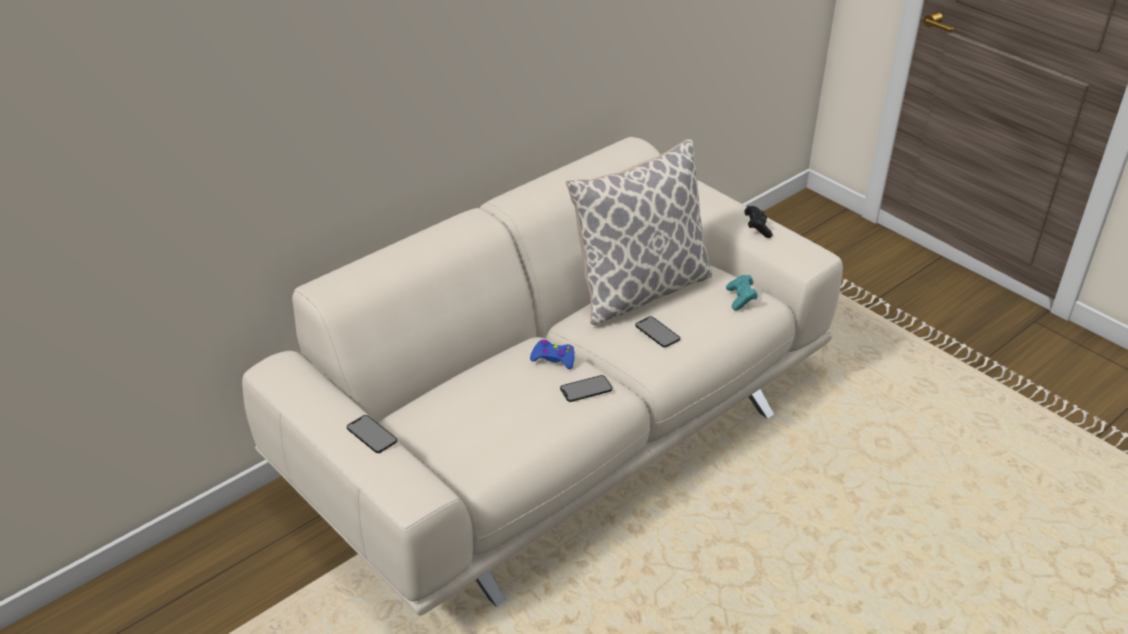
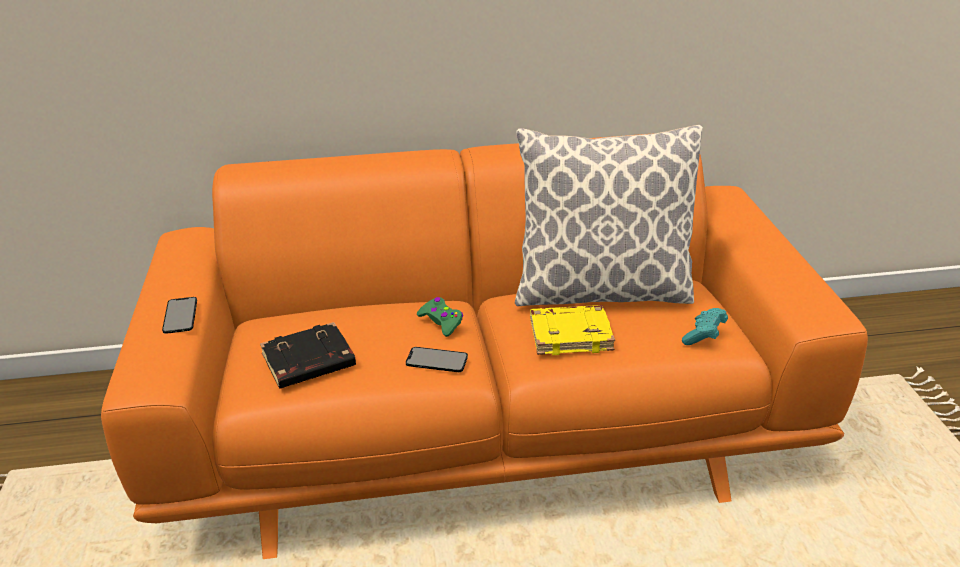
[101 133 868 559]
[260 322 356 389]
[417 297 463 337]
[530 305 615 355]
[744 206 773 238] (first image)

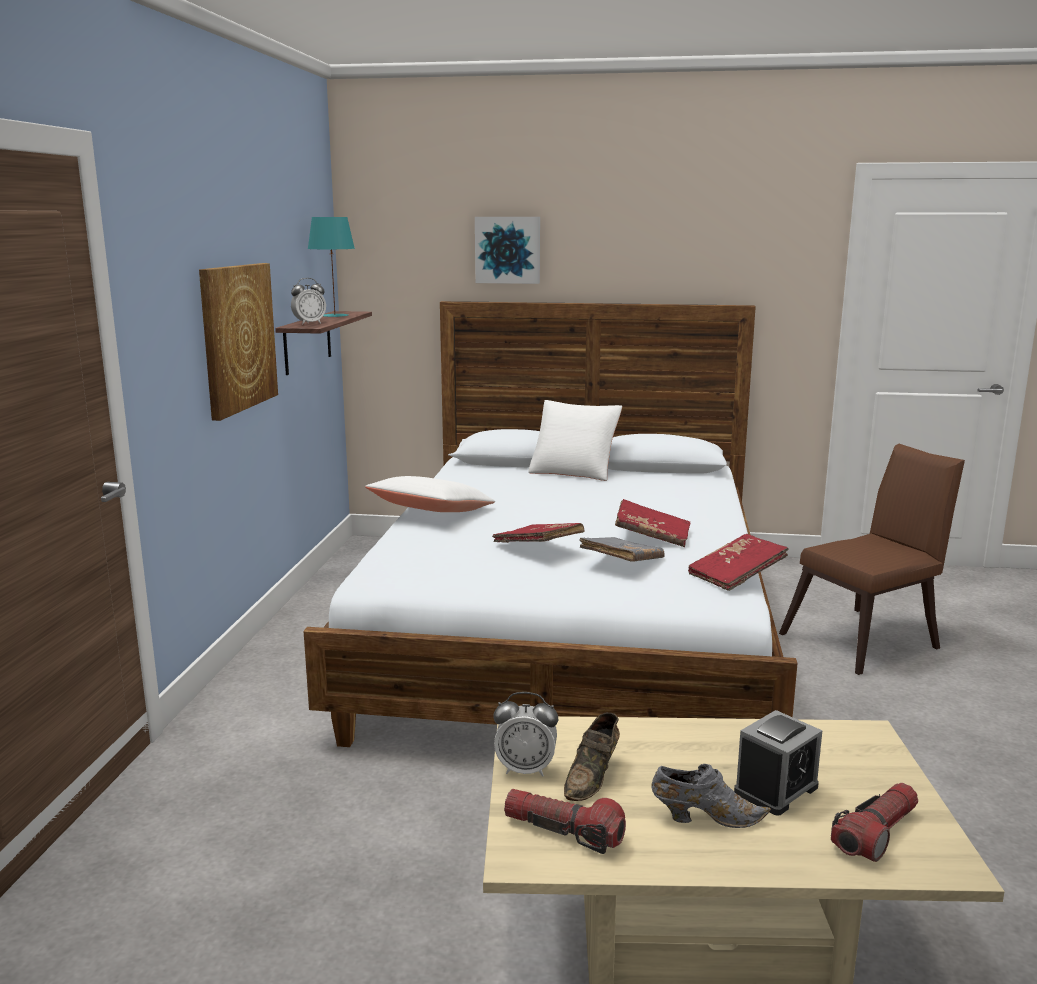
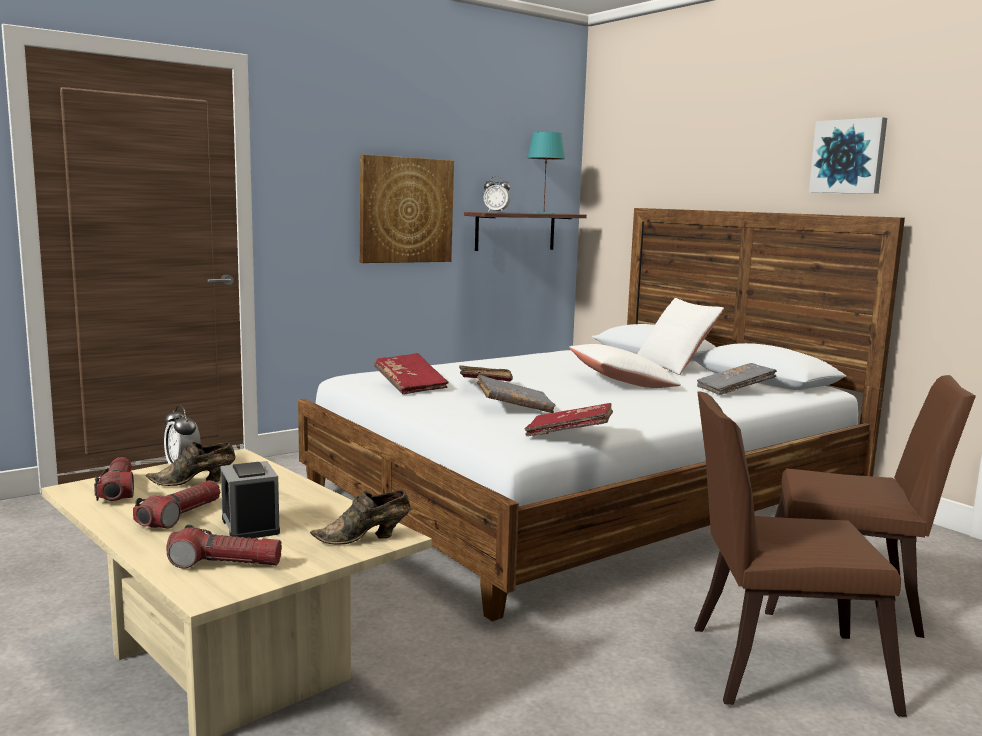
[133 480 220 529]
[221 461 280 538]
[310 490 410 544]
[374 353 449 395]
[569 344 681 388]
[694 392 907 717]
[697 363 777 395]
[809 117 887 194]

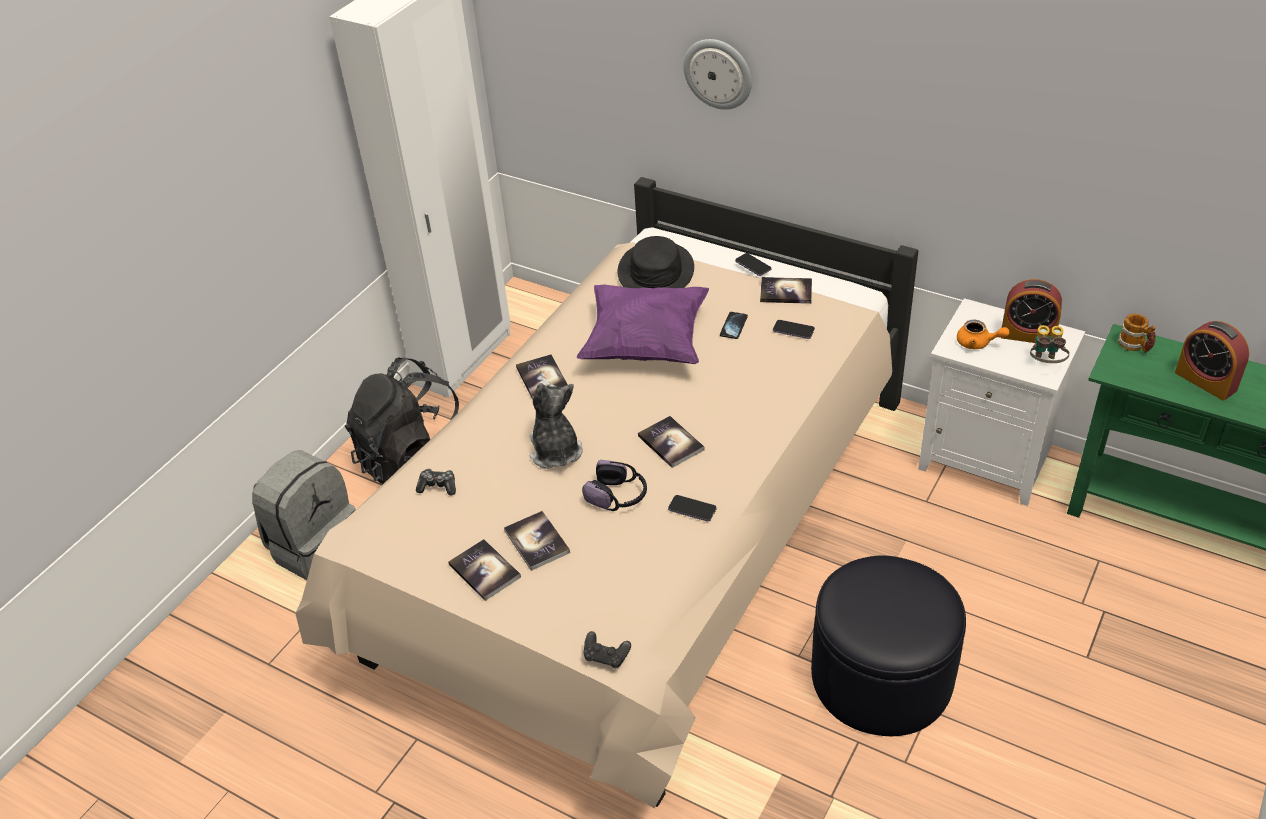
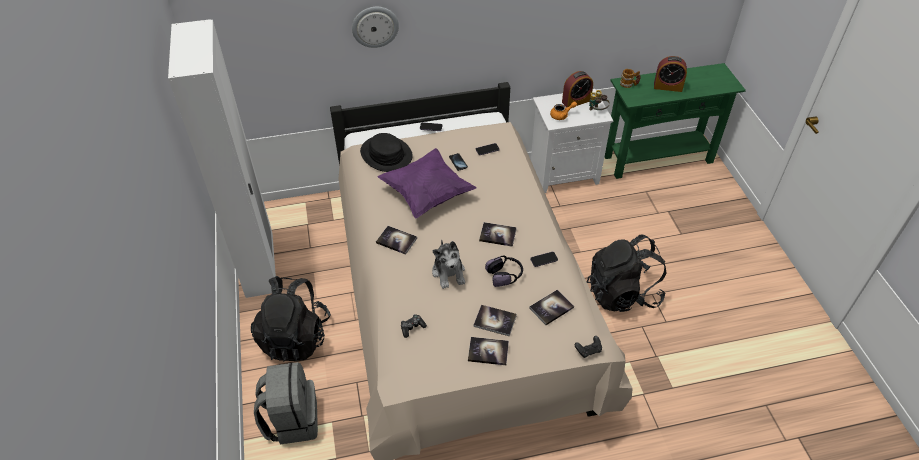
[432 240 465 289]
[529 290 574 325]
[587 235 666 312]

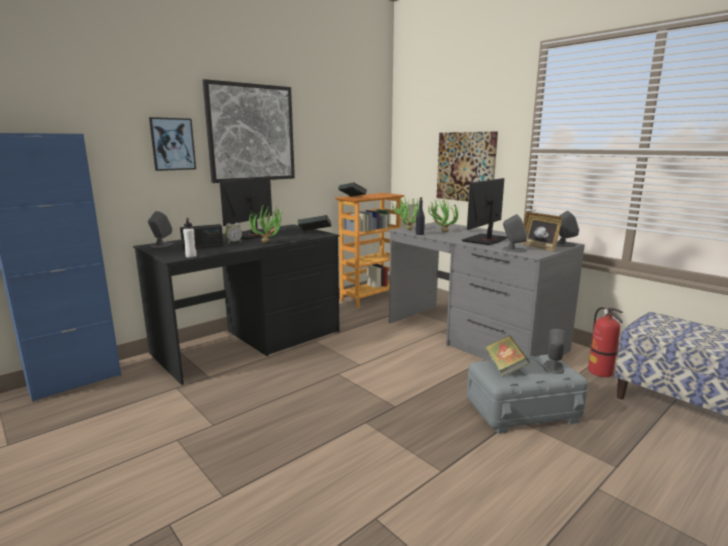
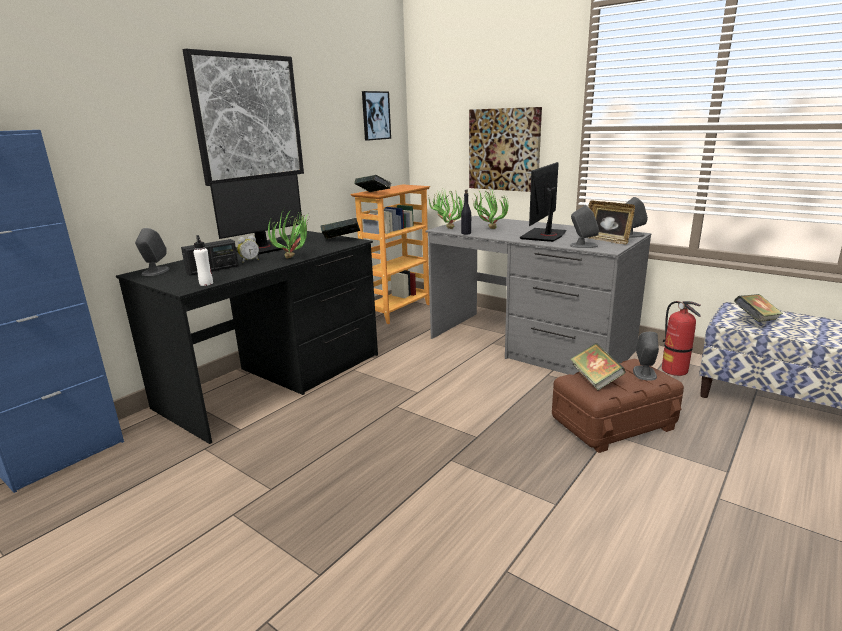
[210 173 302 255]
[362 91 391 141]
[552 359 684 453]
[734 294 783 322]

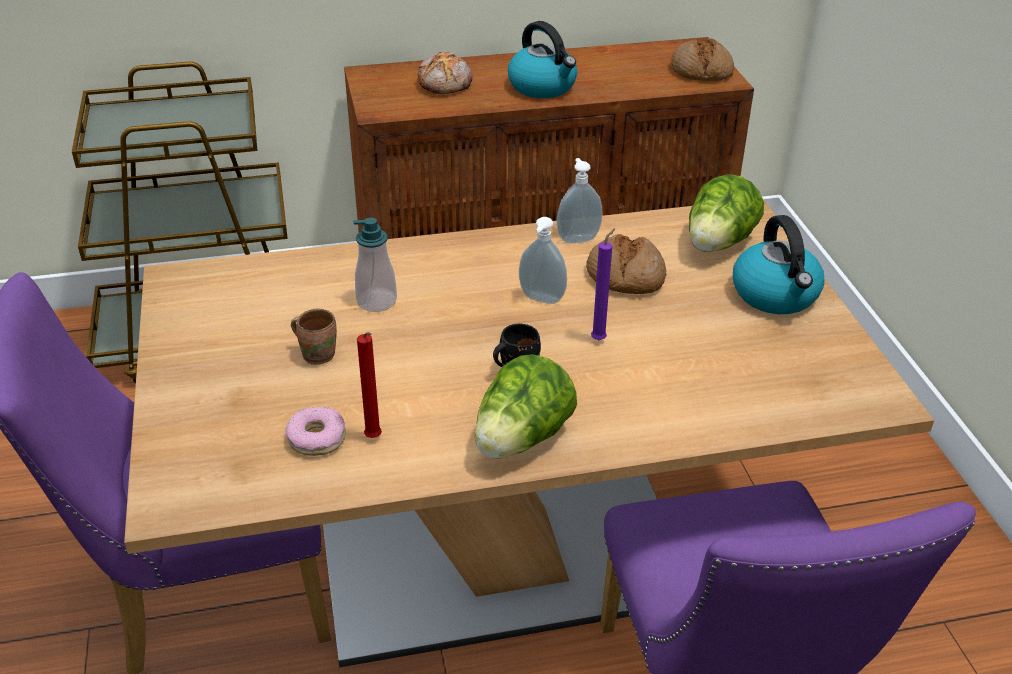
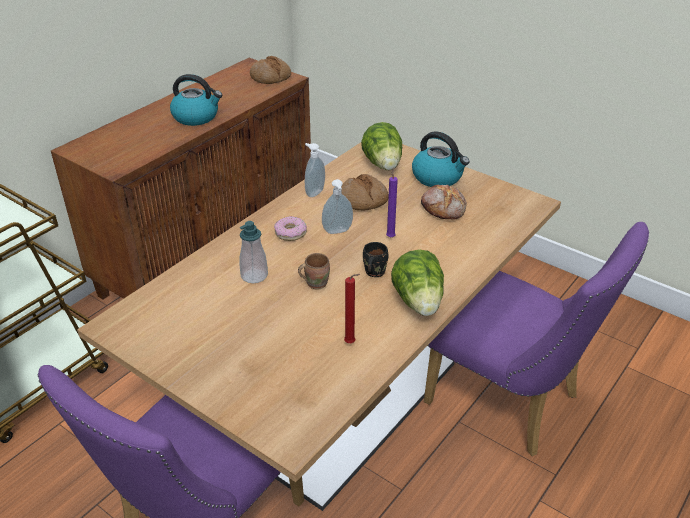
[274 216 307 241]
[298 253 330 290]
[421 185 467 219]

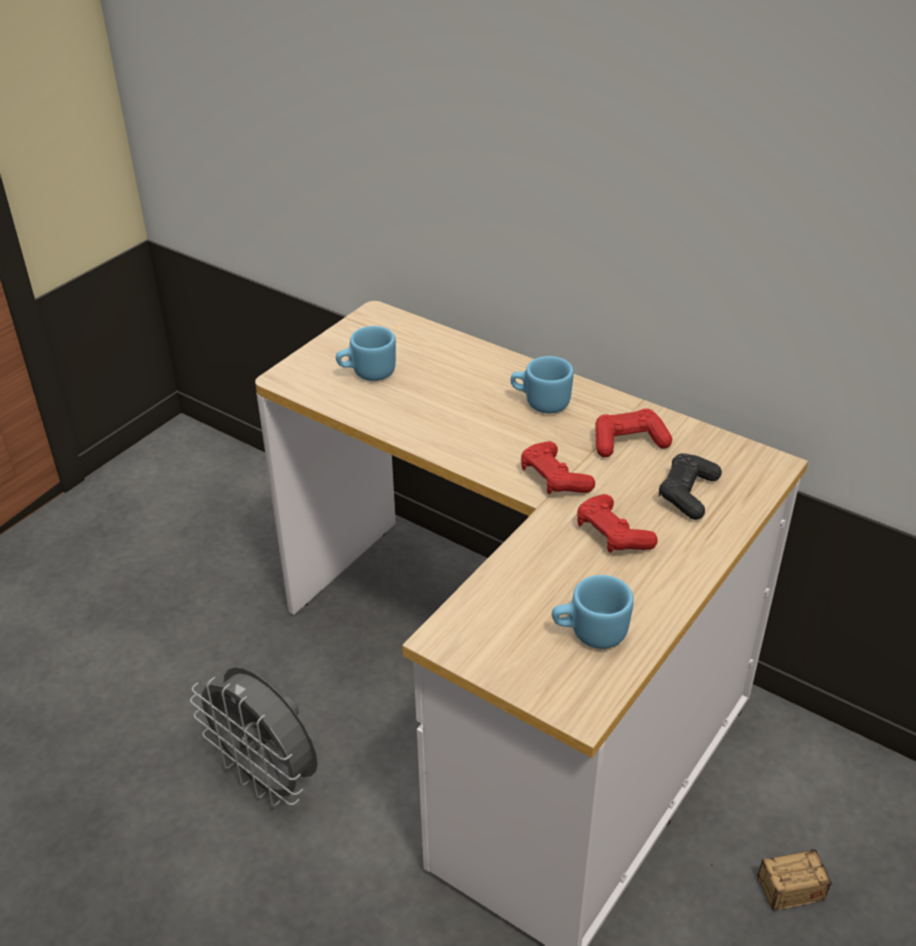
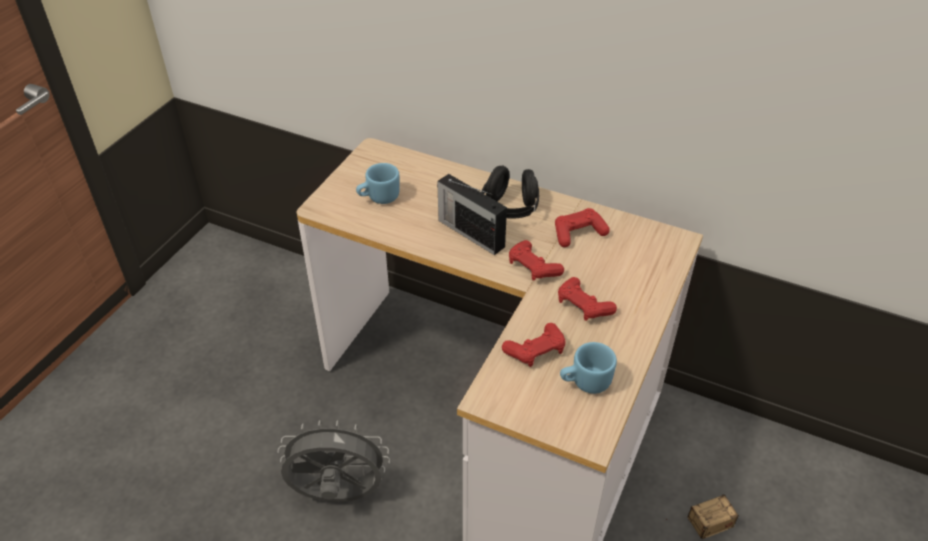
[277 420 390 502]
[437 174 507 255]
[481 165 539 218]
[502 323 566 367]
[659 453 722 520] (first image)

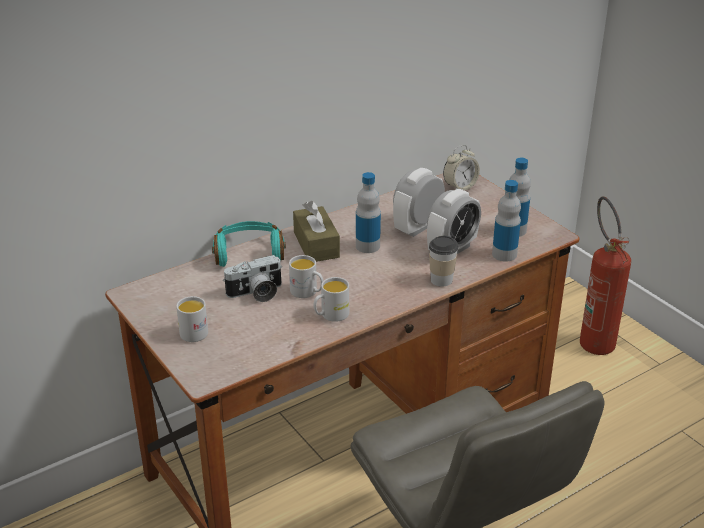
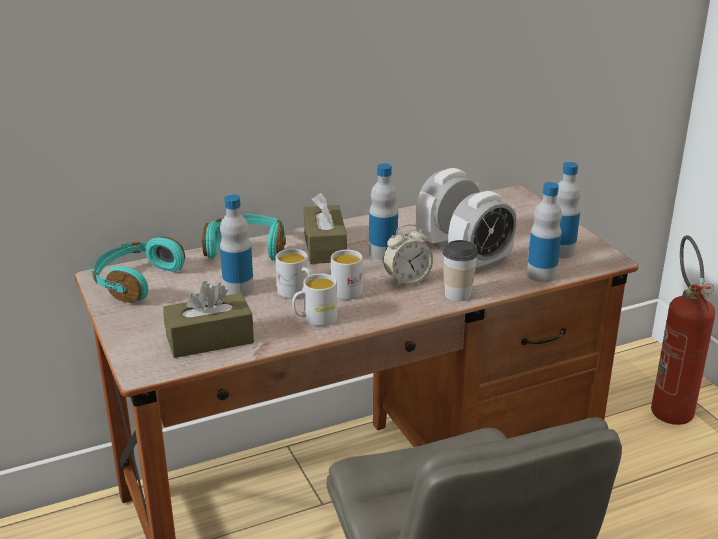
[90 237 185 303]
[163 281 254 358]
[220 195 254 296]
[331 250 363 300]
[383 224 433 287]

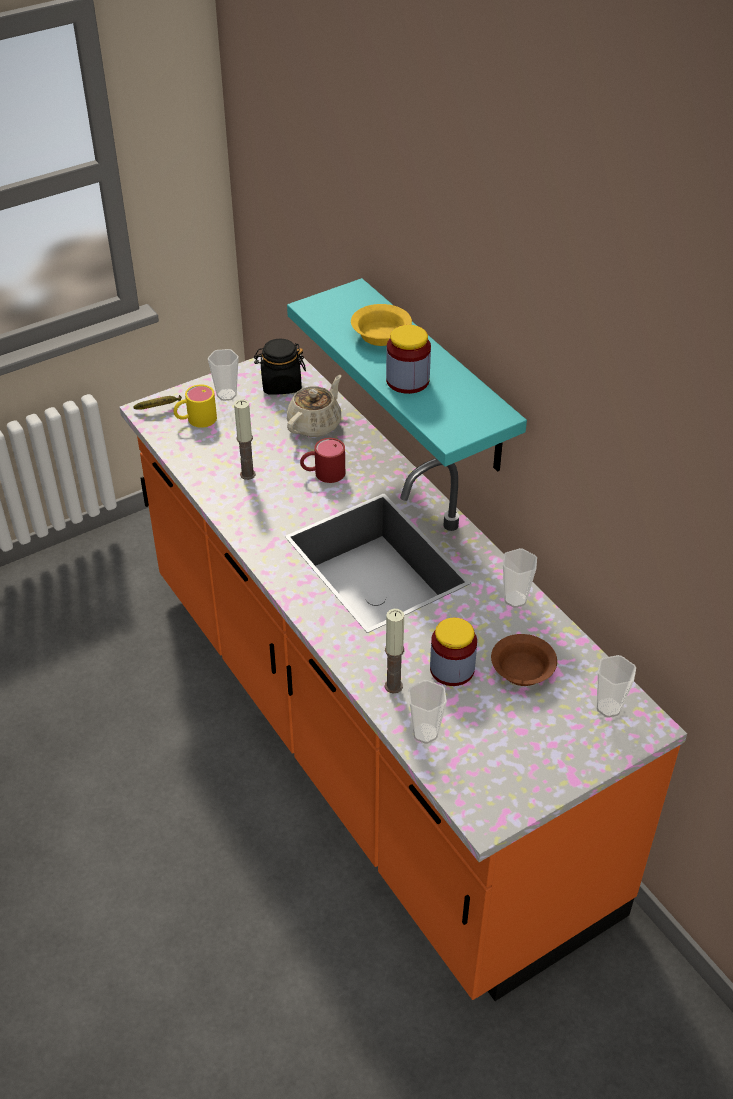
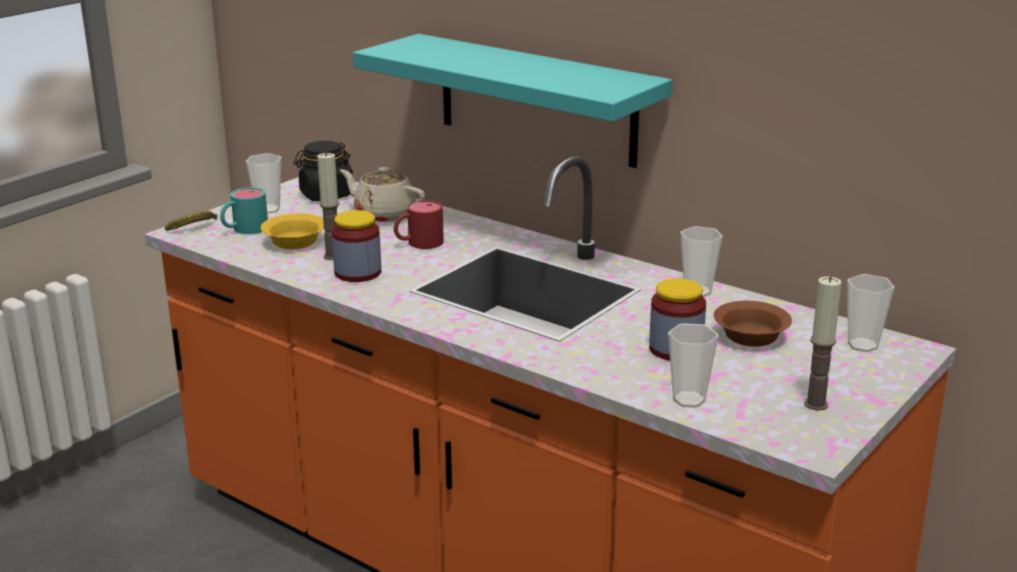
[220 187 268 234]
[261 213 324 249]
[332 210 381 282]
[340 167 425 222]
[804 276 842 410]

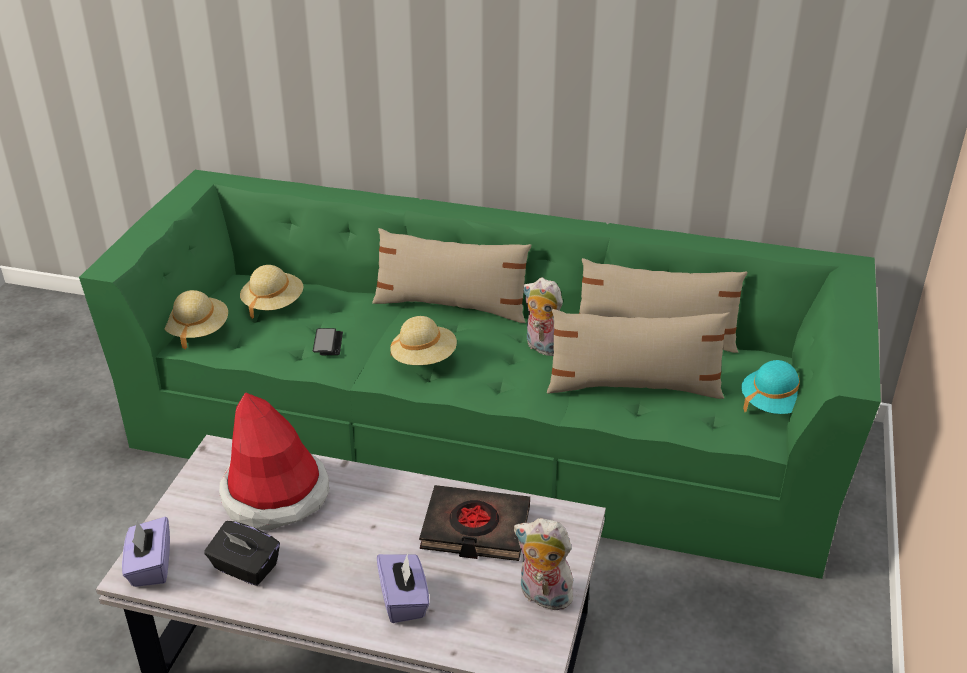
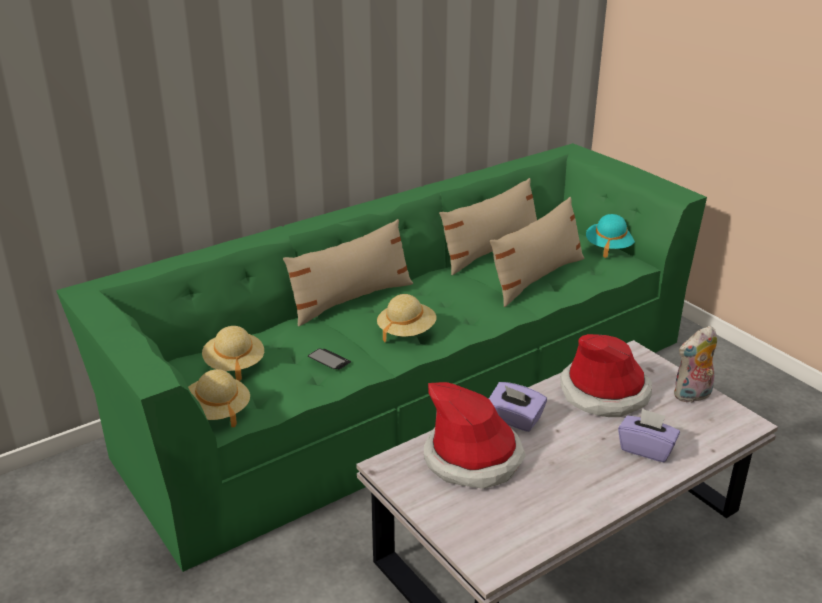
[489 382 547 432]
[560 334 652 417]
[204 521 280 586] (first image)
[523 278 563 356] (first image)

